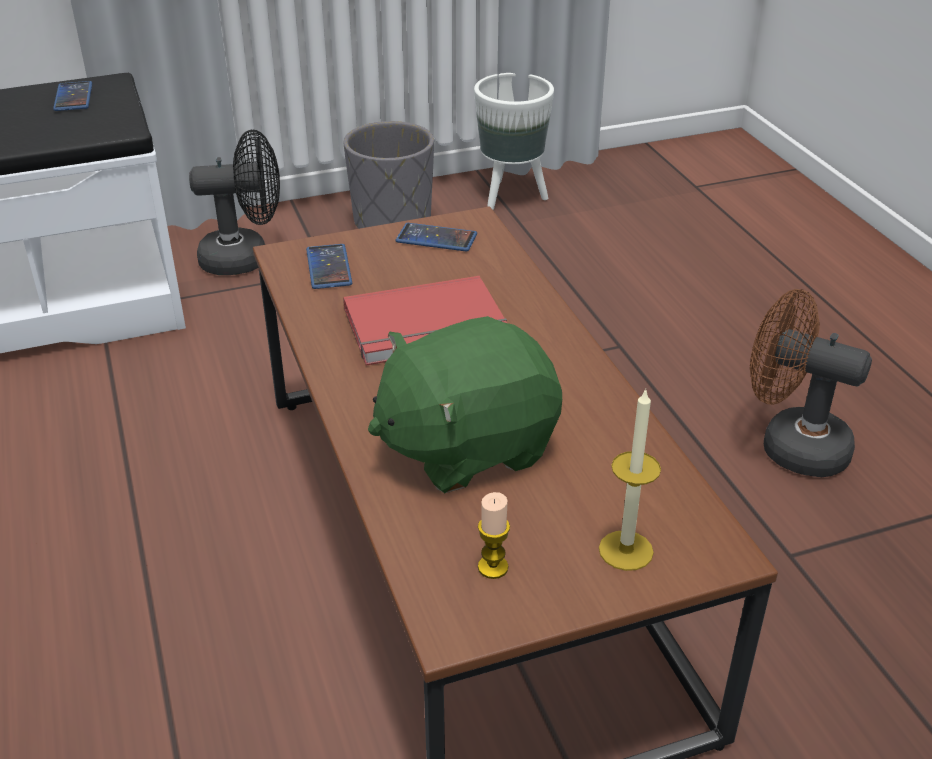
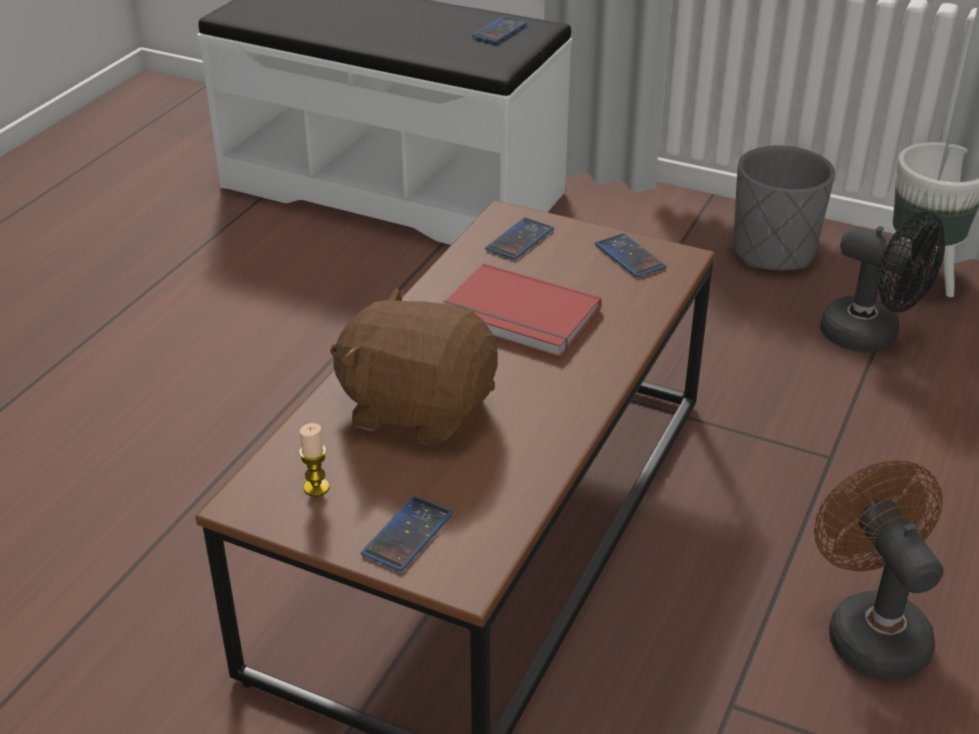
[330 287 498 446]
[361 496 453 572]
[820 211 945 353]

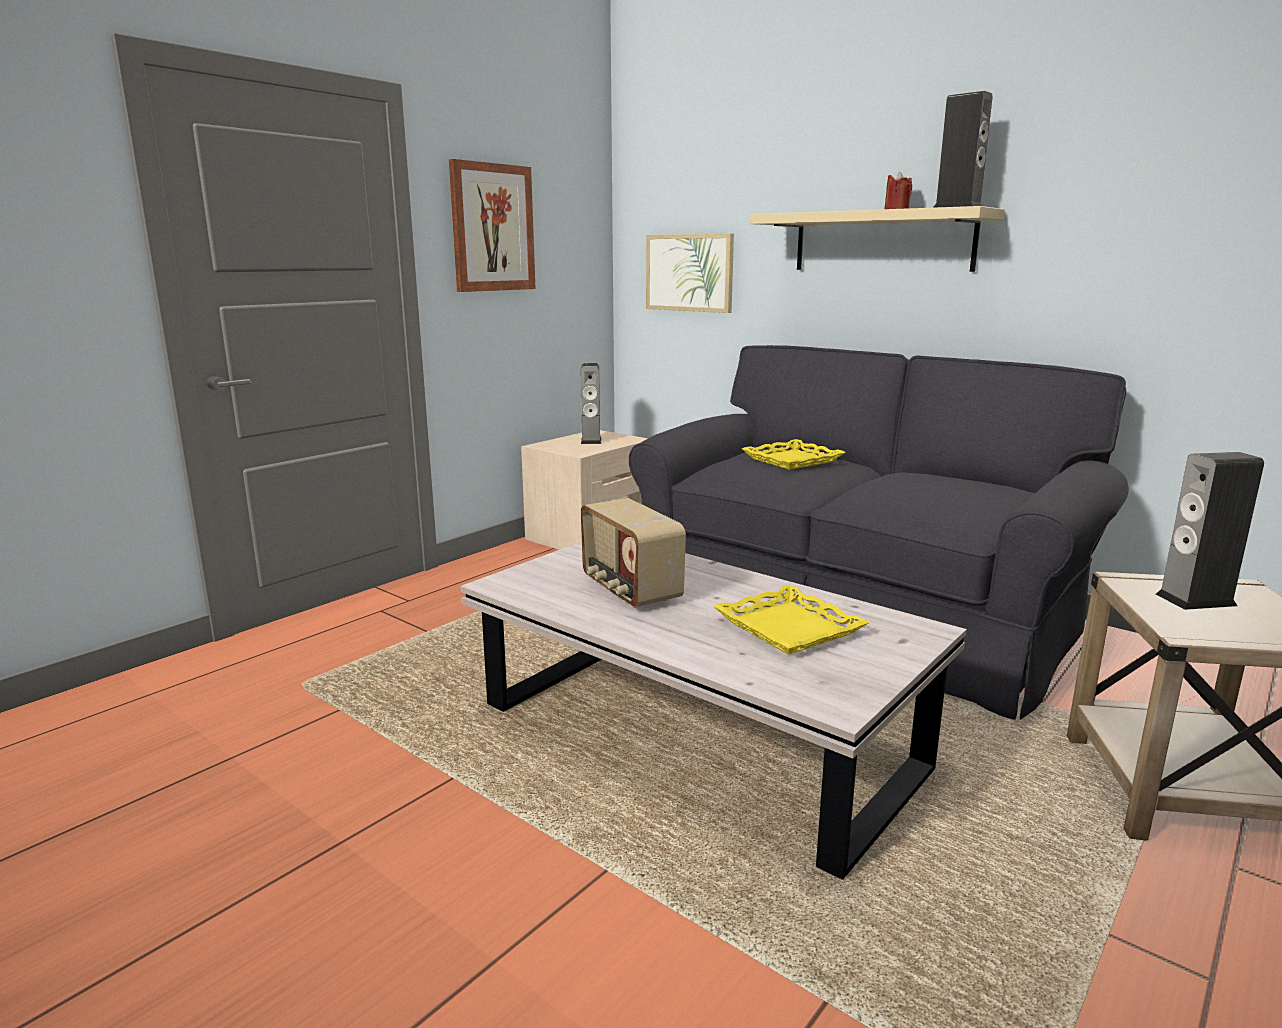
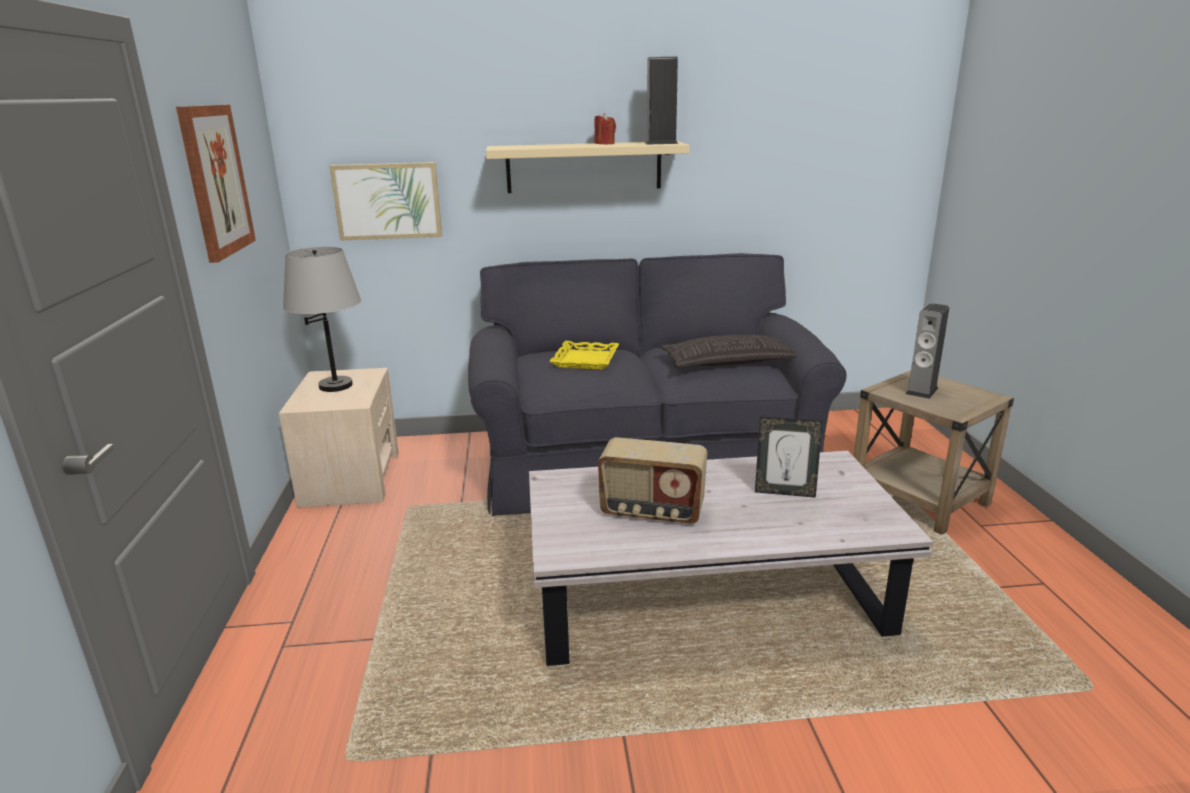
[283 247 361 392]
[660 335 796 368]
[755 417 823 498]

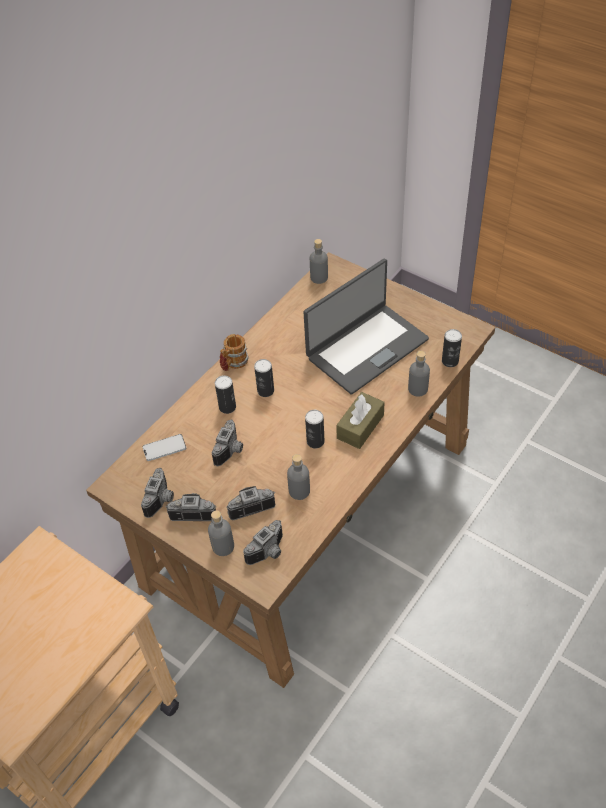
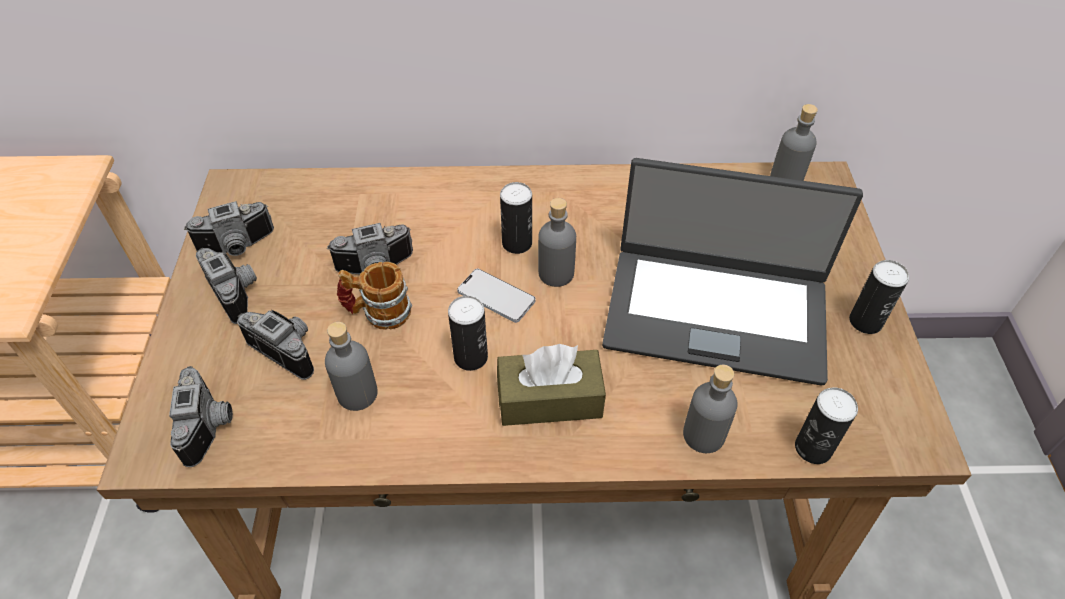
[169 366 233 467]
[337 262 412 329]
[457 269 536 323]
[538 198 576 287]
[849 260 909 334]

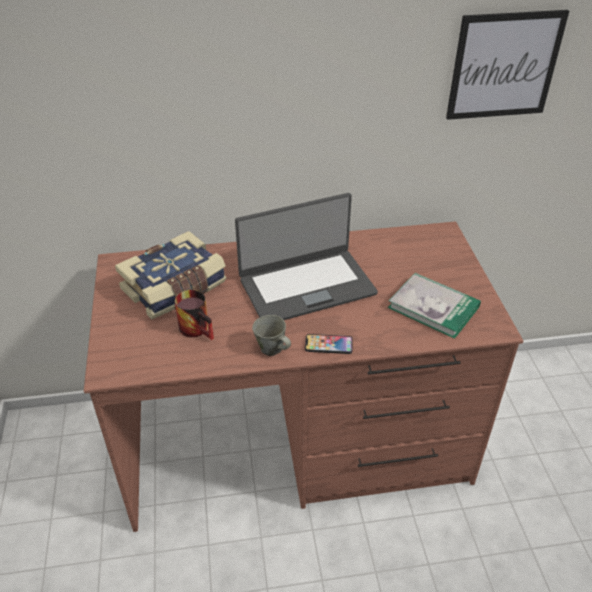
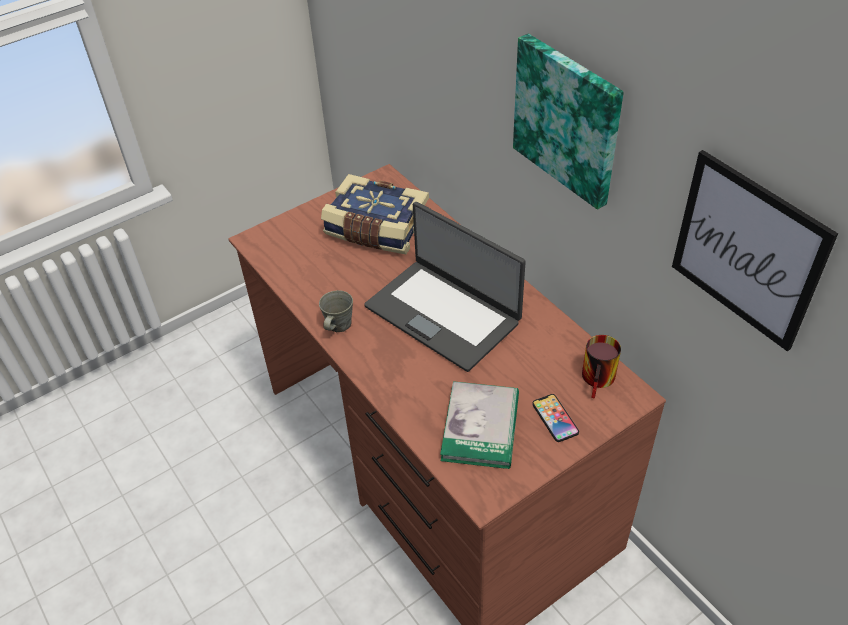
[513 34 624 210]
[532 394 579 442]
[582 335 621 399]

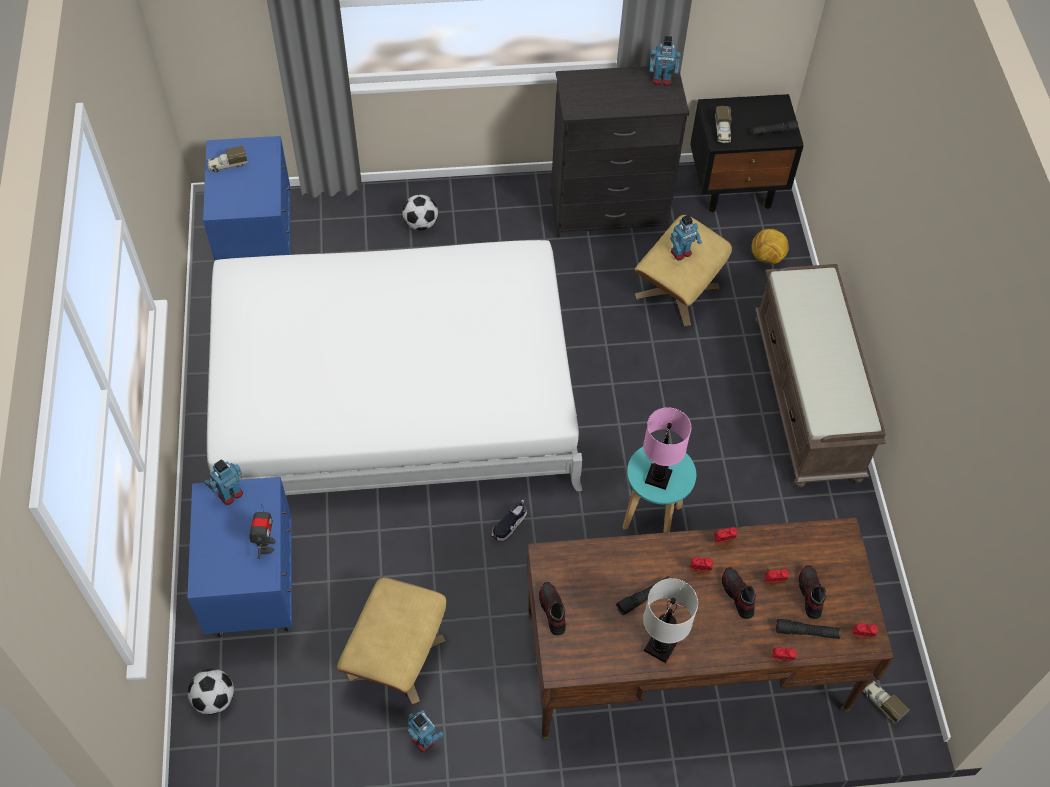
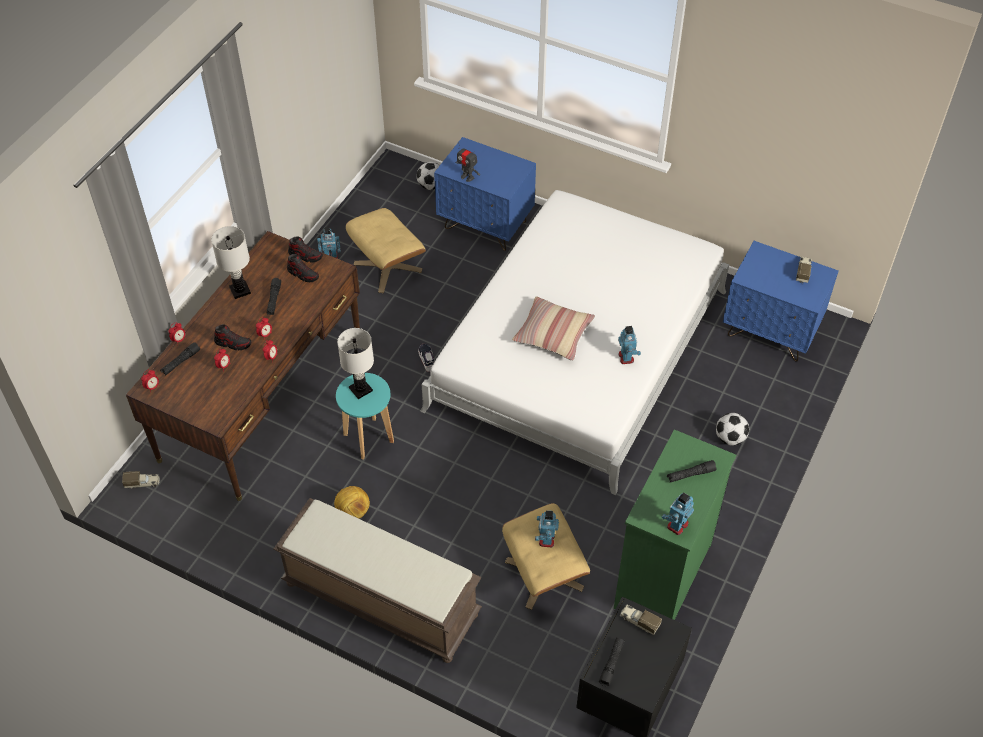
[287 254 319 282]
[334 486 370 519]
[337 328 374 399]
[512 296 595 361]
[614 430 736 620]
[618 326 641 364]
[667 460 717 483]

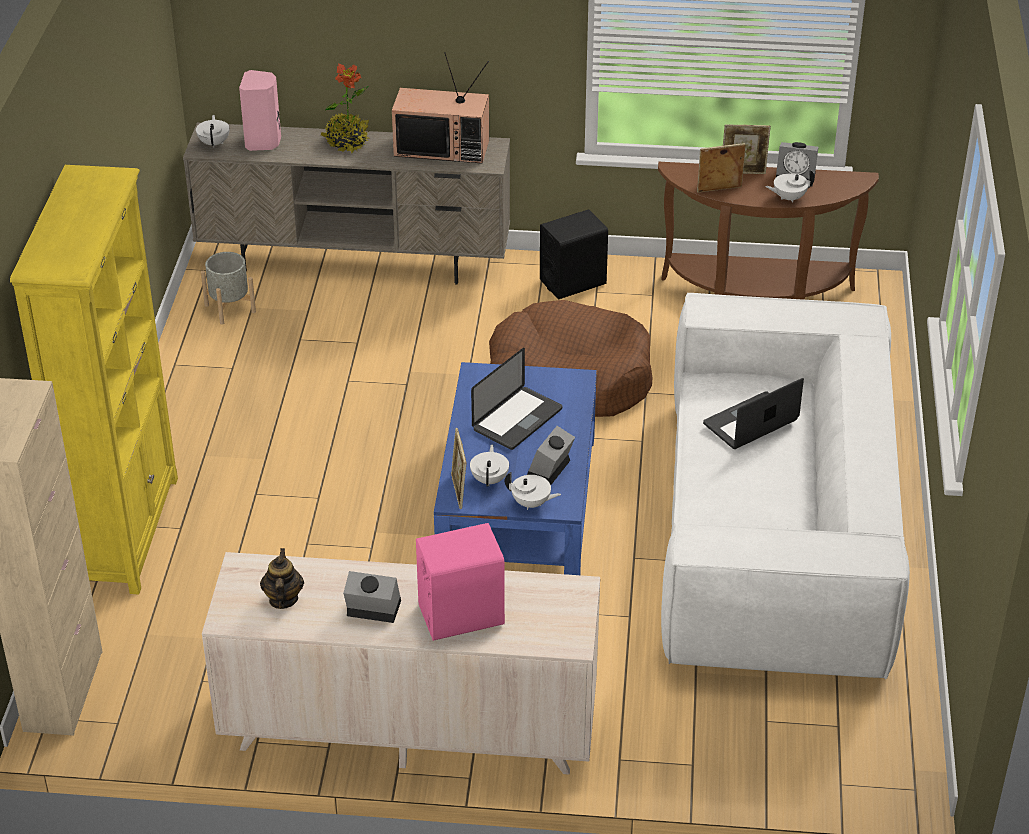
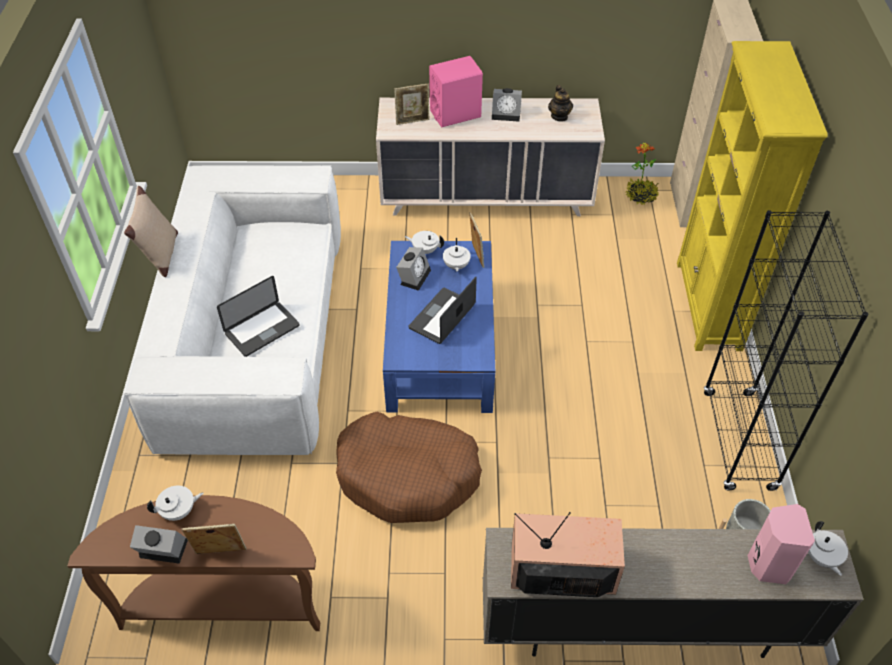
[124 186 178 277]
[394 84 430 125]
[626 142 659 205]
[704 210 868 491]
[540 209 608 299] (first image)

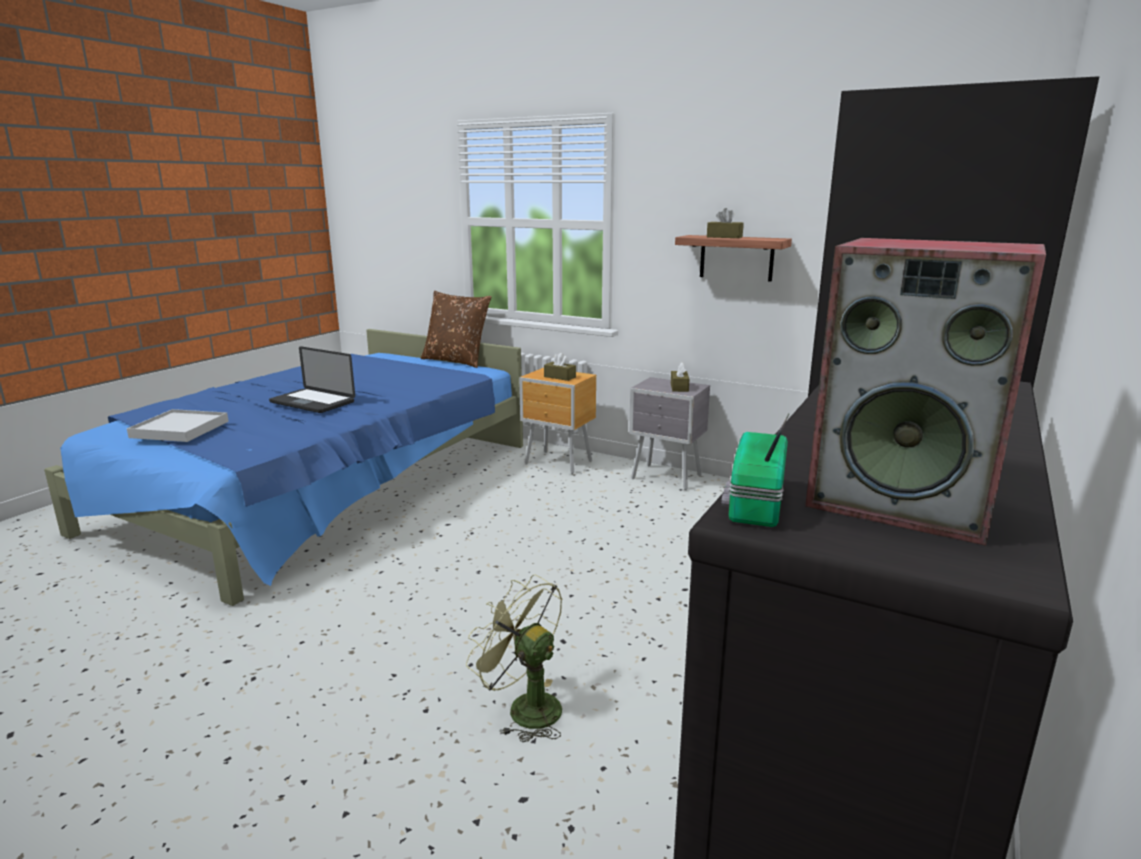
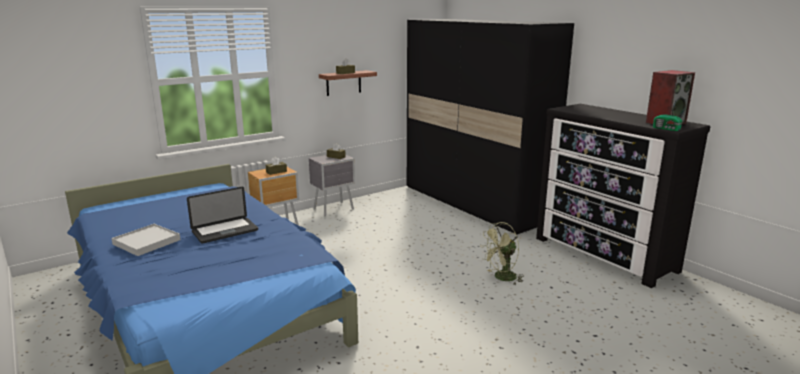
[111 224 181 256]
[421 291 491 368] (first image)

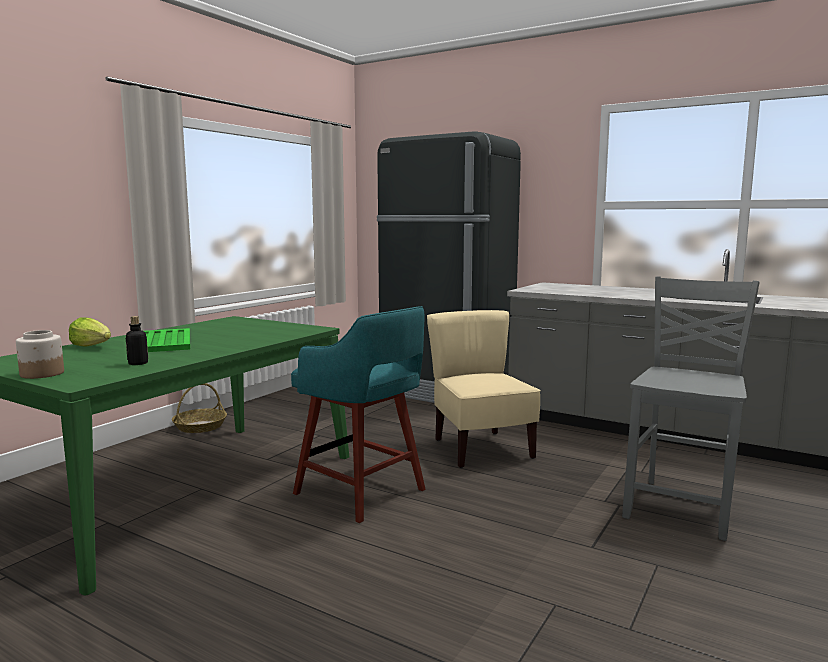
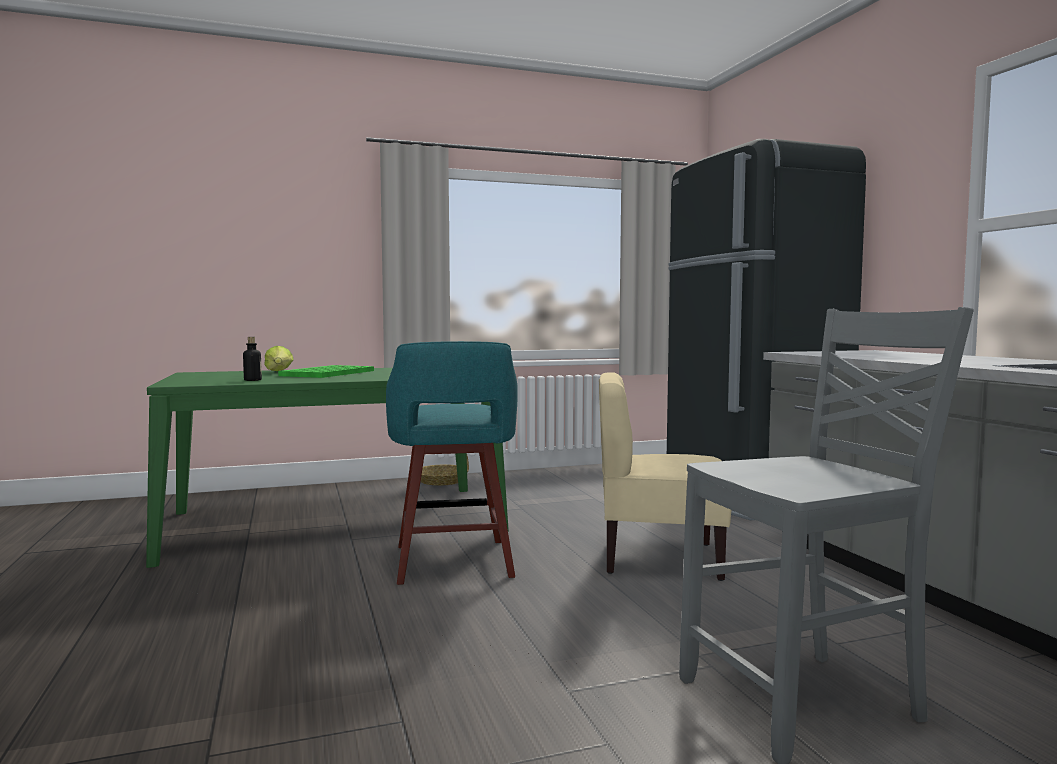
[599 372 731 581]
[16 330 64 379] (first image)

